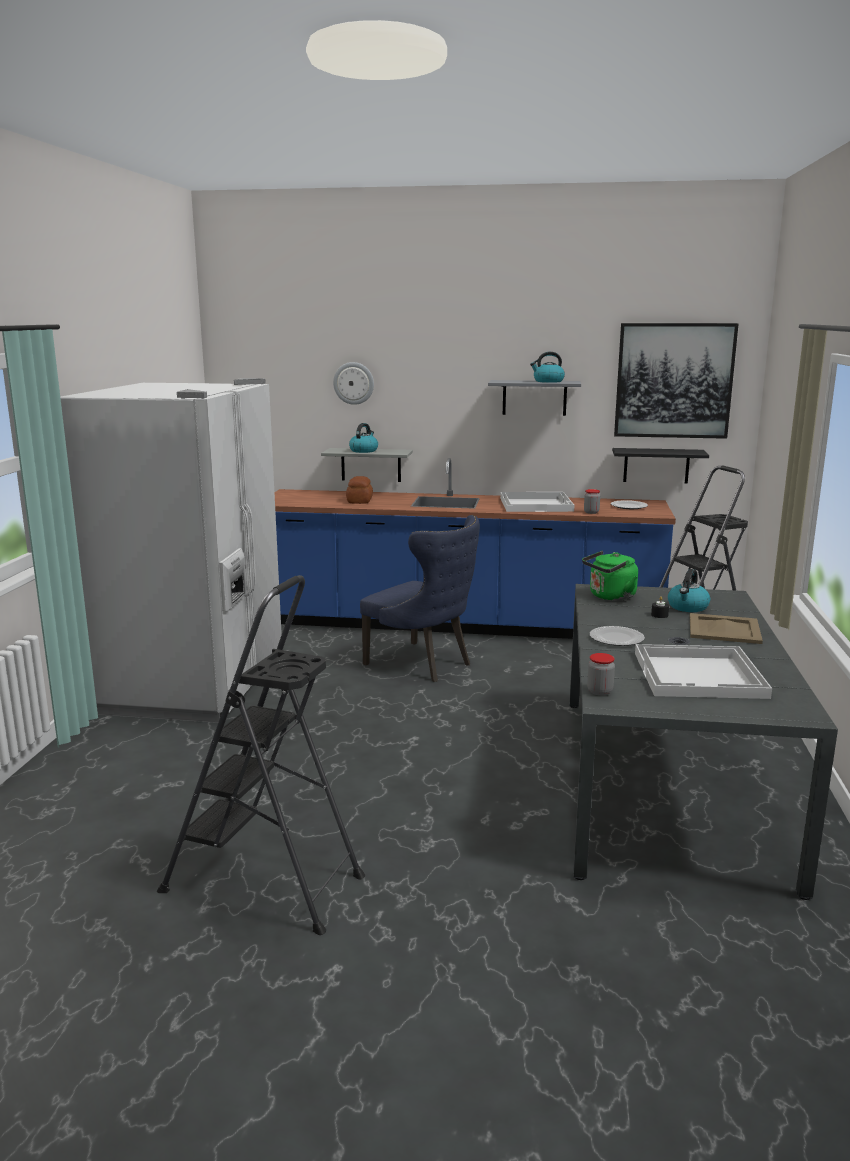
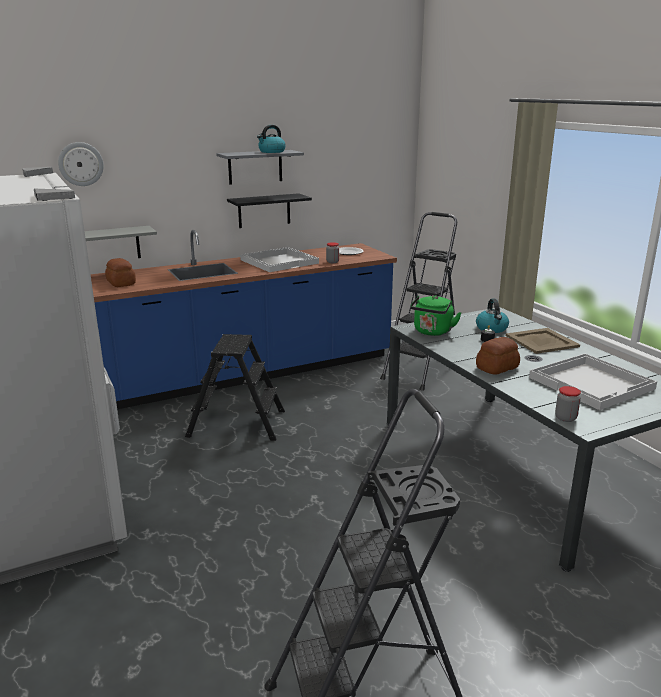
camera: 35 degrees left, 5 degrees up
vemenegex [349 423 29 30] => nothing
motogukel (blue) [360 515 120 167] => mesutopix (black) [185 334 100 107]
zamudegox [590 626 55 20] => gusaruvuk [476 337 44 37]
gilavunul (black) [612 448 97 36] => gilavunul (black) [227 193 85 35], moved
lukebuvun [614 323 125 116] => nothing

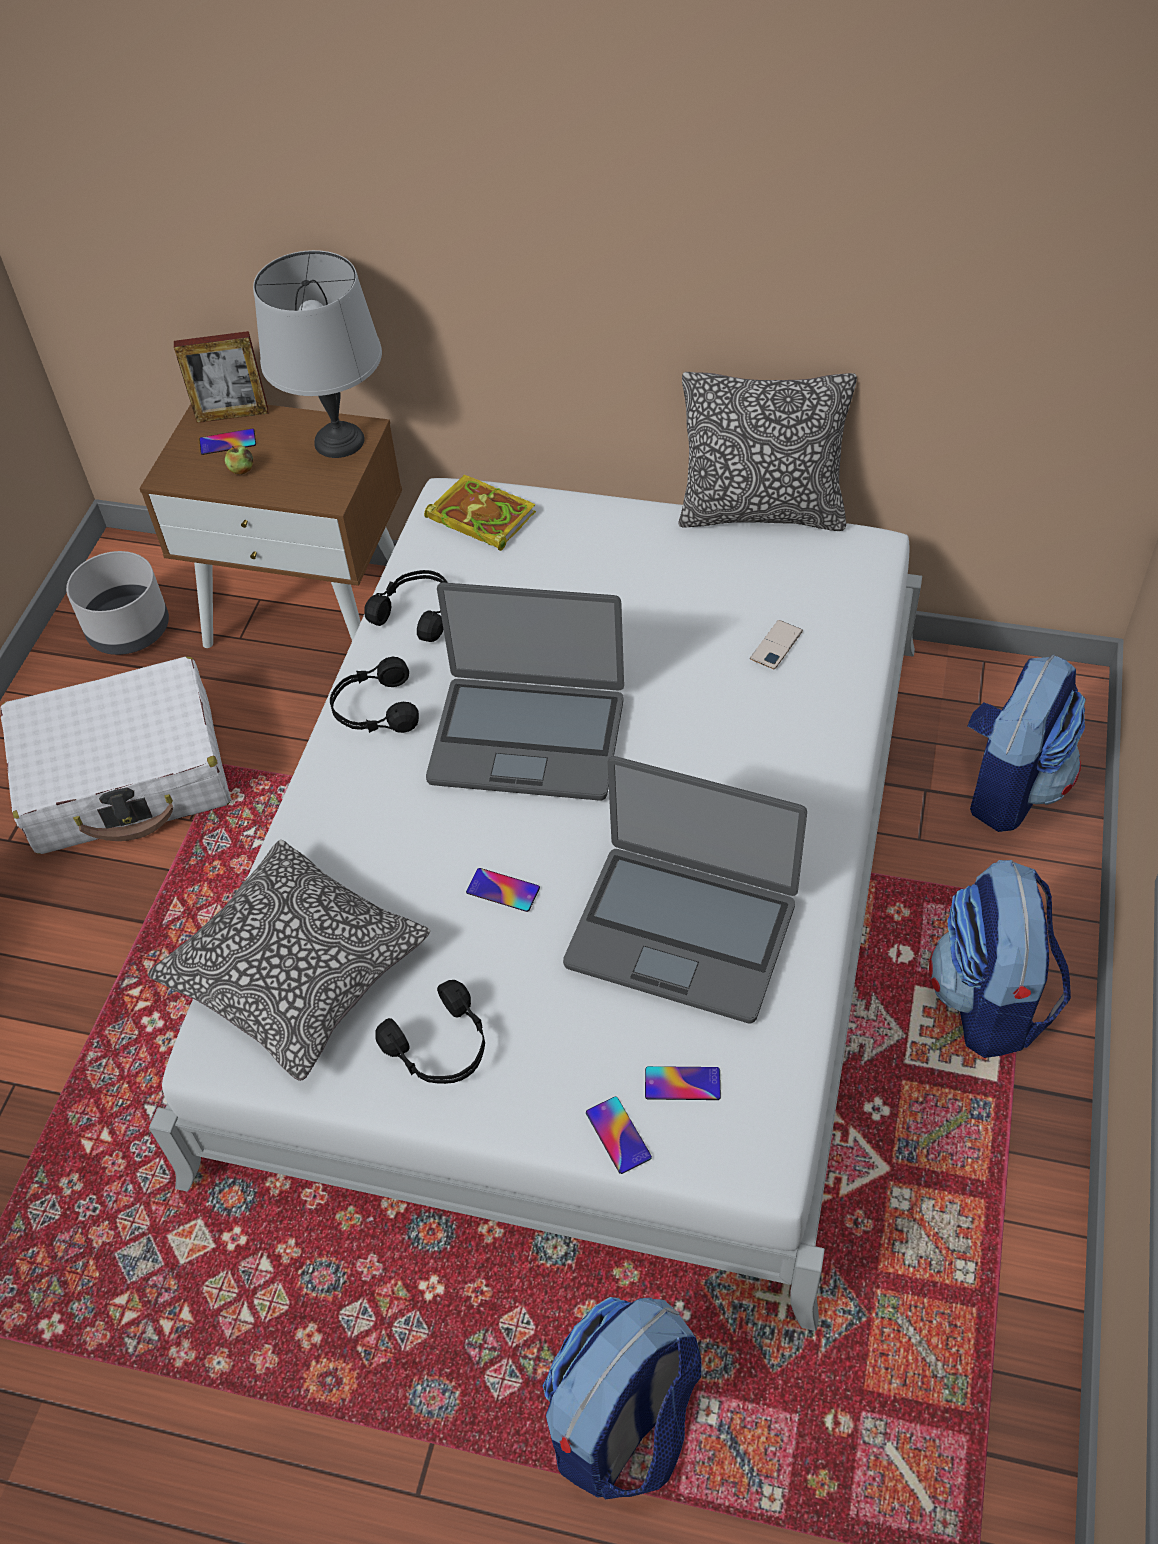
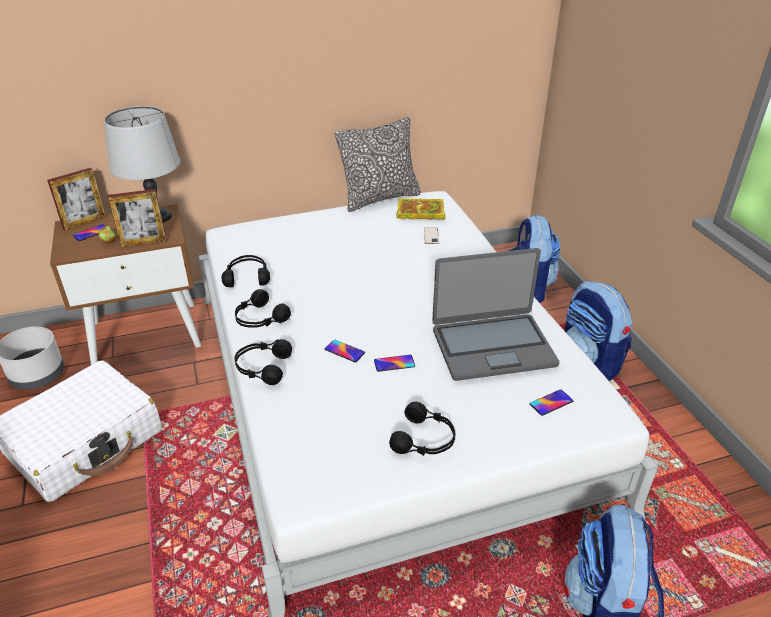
camera: 35 degrees left, 15 degrees down
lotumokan [148 840 282 241] => nothing
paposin [424 474 112 77] => paposin [397 198 48 22], moved
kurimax [426 582 198 219] => nothing
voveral [586 1097 66 77] => voveral [325 340 40 22], moved
nothing => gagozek [108 189 59 59]
nothing => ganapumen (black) [234 339 58 46]

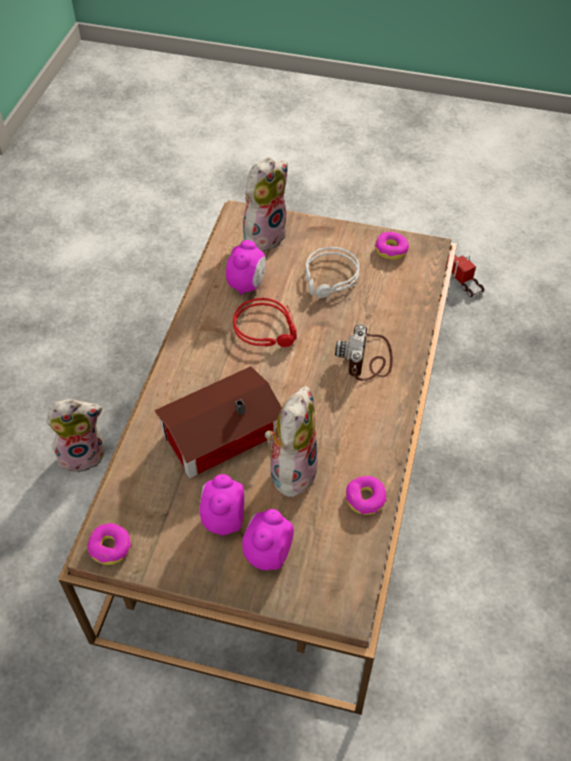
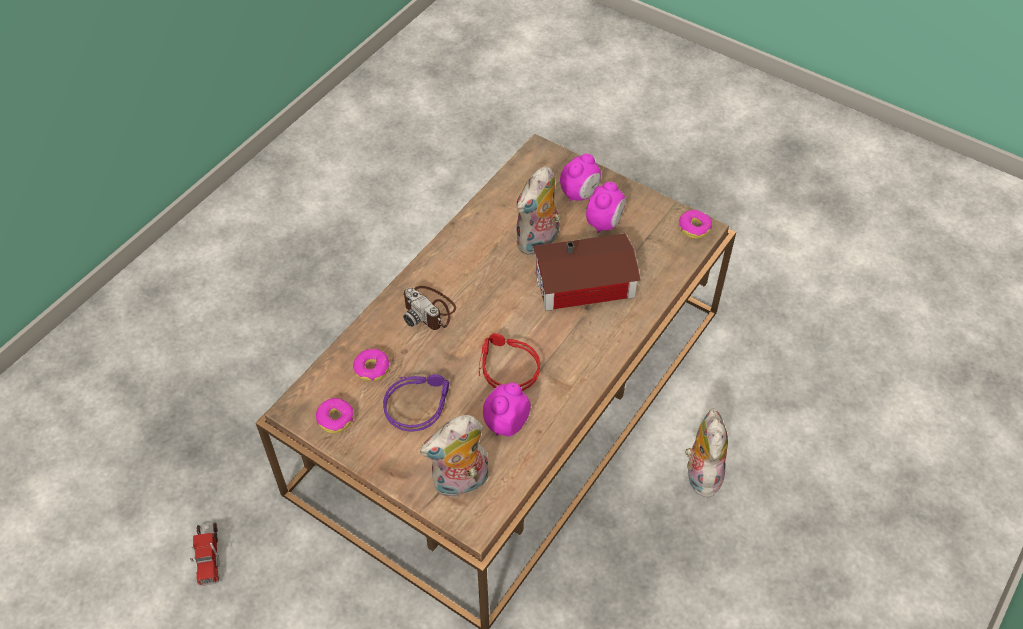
camera: 160 degrees left, 0 degrees up
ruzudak [46 399 59 75] => ruzudak [685 408 43 89], 90 degrees clockwise
ganapumen (grey) [304 247 55 51] => ganapumen (purple) [383 374 66 58]
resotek [335 324 58 57] => resotek [403 286 53 44], 105 degrees clockwise
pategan [346 476 41 39] => pategan [353 349 36 33], moved

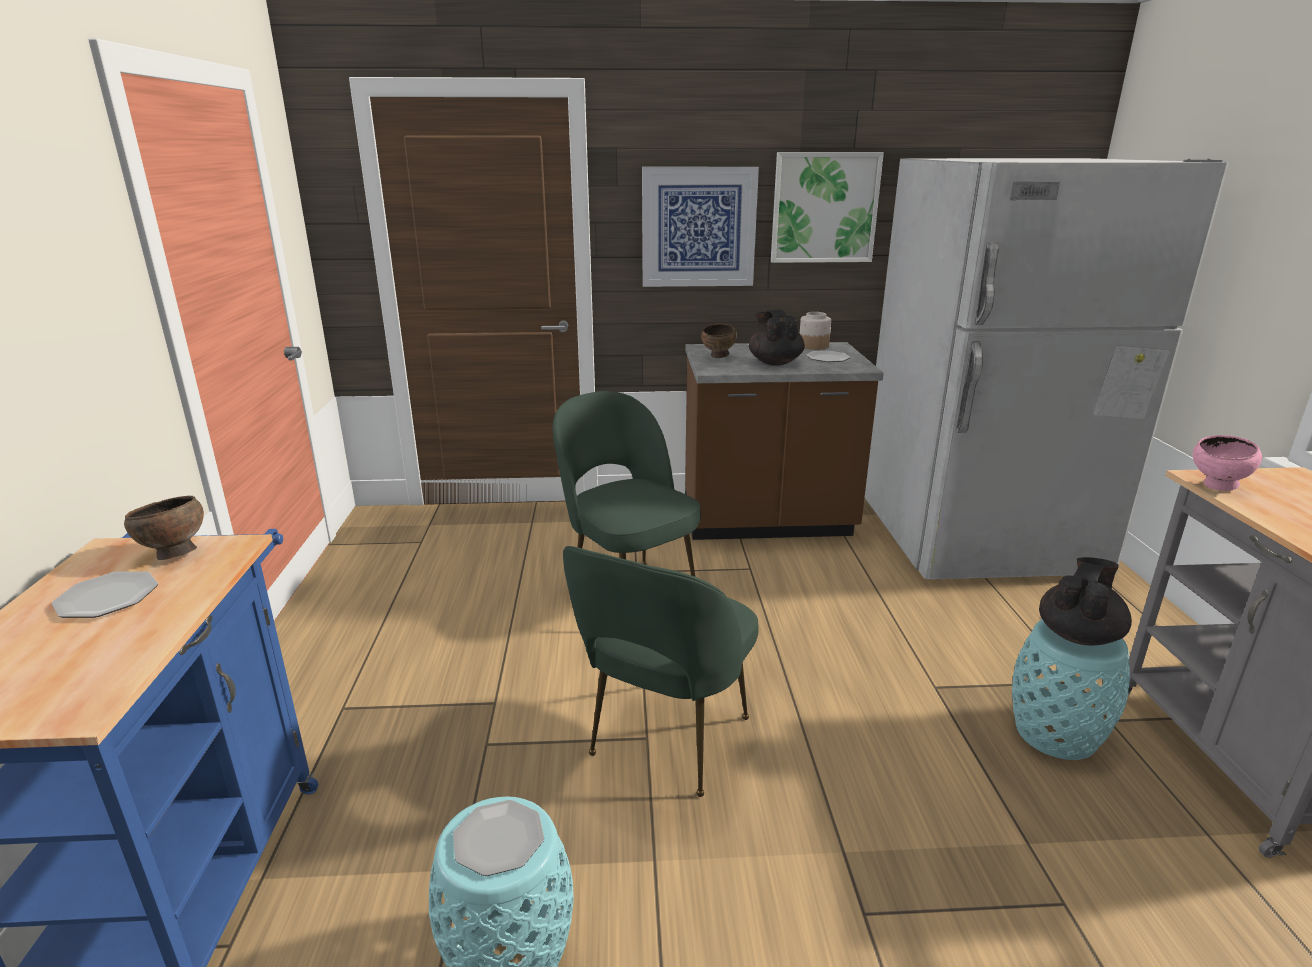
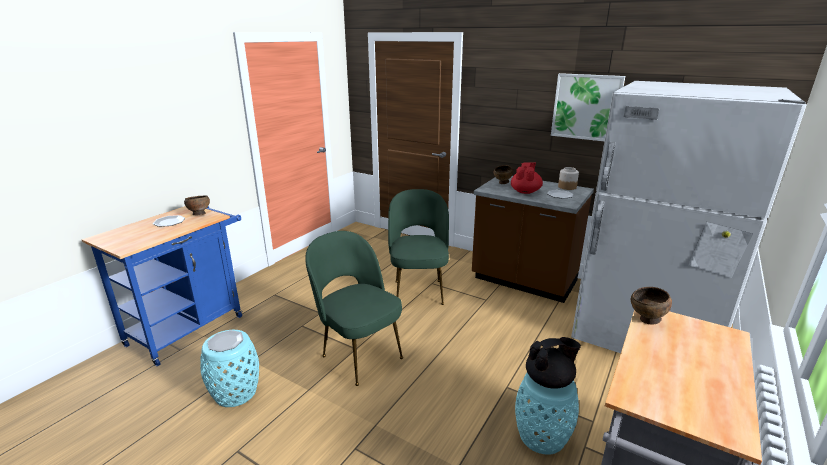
camera: 35 degrees right, 0 degrees up
motogukel (green) [563 546 196 251] => motogukel (green) [305 231 98 155], 75 degrees clockwise
lukebuvun [642 167 117 120] => nothing
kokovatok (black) [749 309 56 57] => kokovatok (red) [511 162 32 32]
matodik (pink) [1193 435 69 56] => matodik (brown) [631 287 41 37]

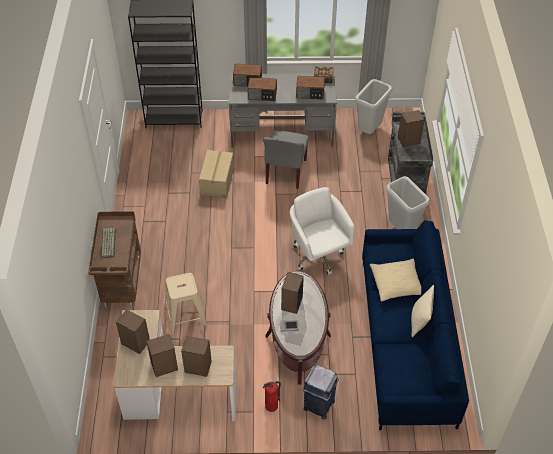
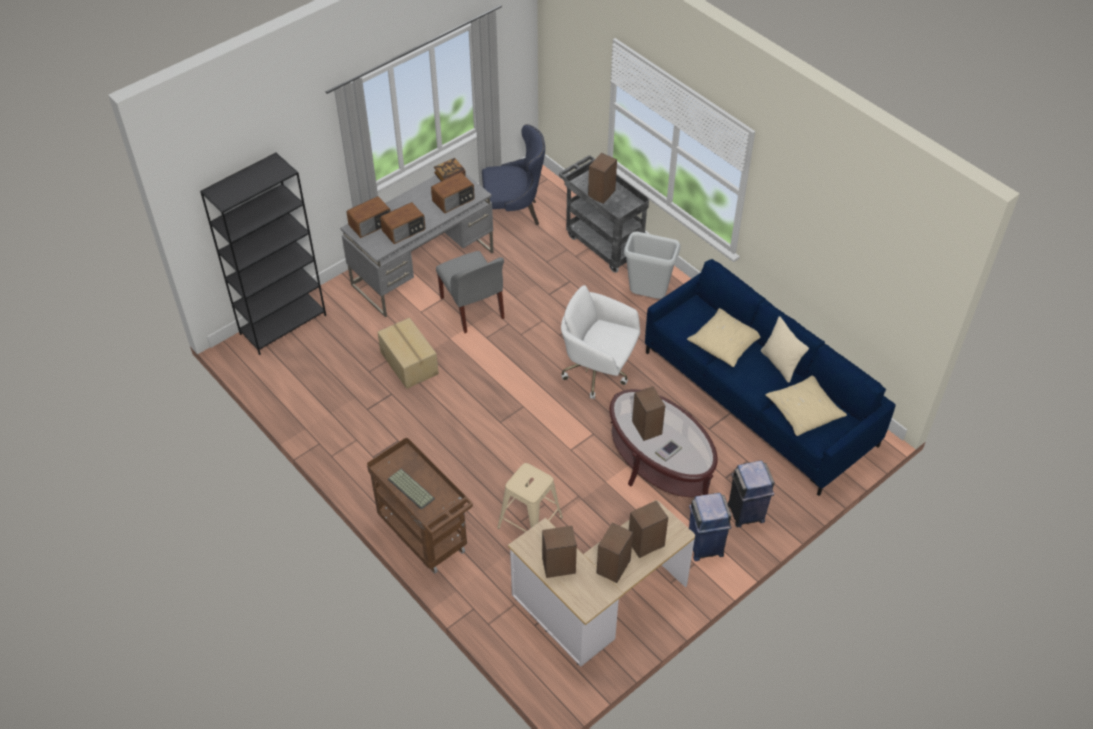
camera: 40 degrees left, 0 degrees up
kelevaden [263 381 18 31] => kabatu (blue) [689 493 42 68]
kabatu (grey) [355 79 37 55] => motogukel (blue) [482 124 63 101]
nothing => lotumokan (beige) [765 376 82 60]

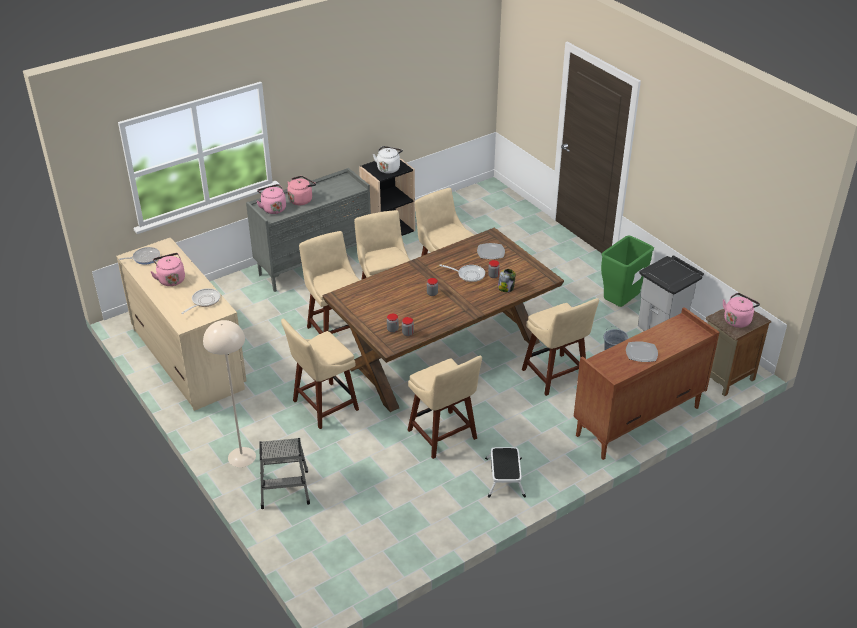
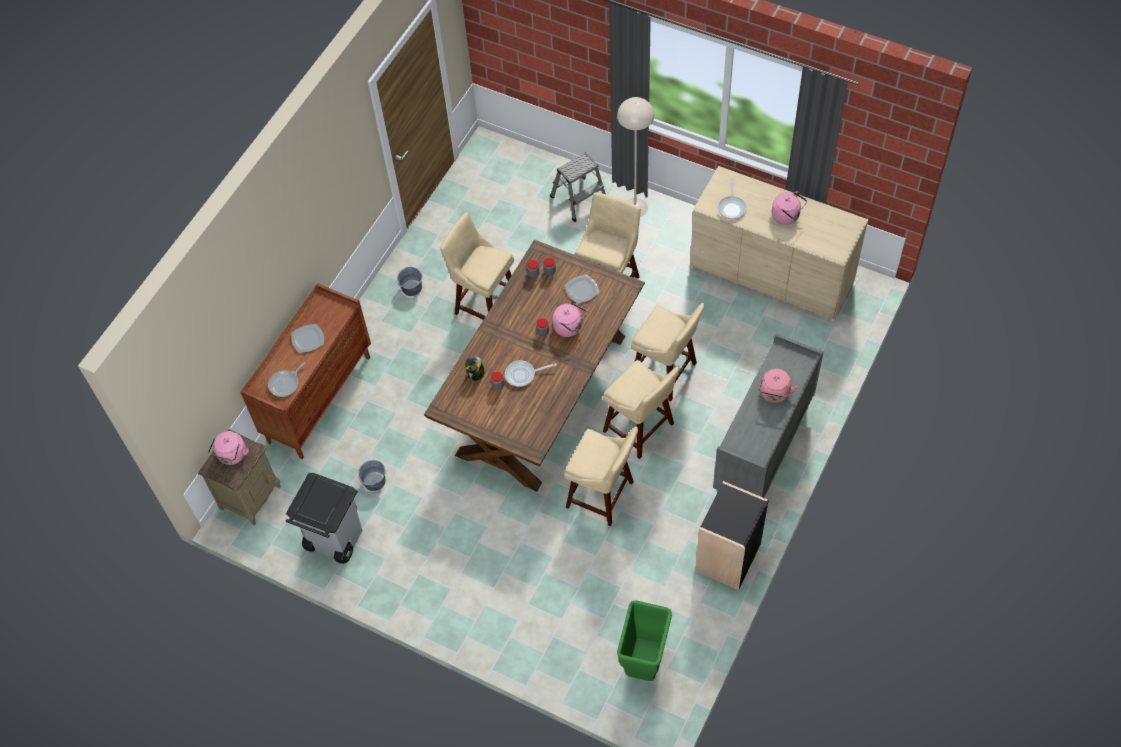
camera: 155 degrees right, 20 degrees up
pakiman [119 247 41 18] => pakiman [268 362 37 35], moved
vemenegex (pink) [257 184 29 30] => vemenegex (pink) [552 302 35 35], moved
vemenegex (white) [373 146 30 27] => nothing
zamudegox [477 243 28 16] => zamudegox [565 274 34 29], moved
mesutopix (black) [485 447 41 51] => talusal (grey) [397 267 25 29]
motogukel (beige) [522 298 77 98] => nothing
kabatu (green) [601 235 53 72] => kabatu (green) [617 600 55 81], moved

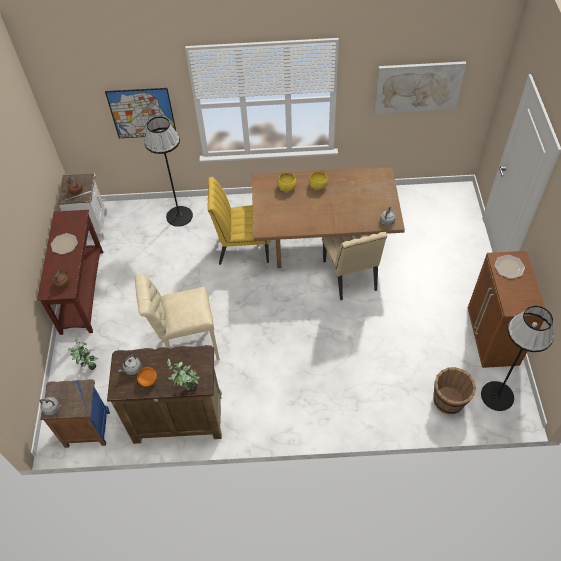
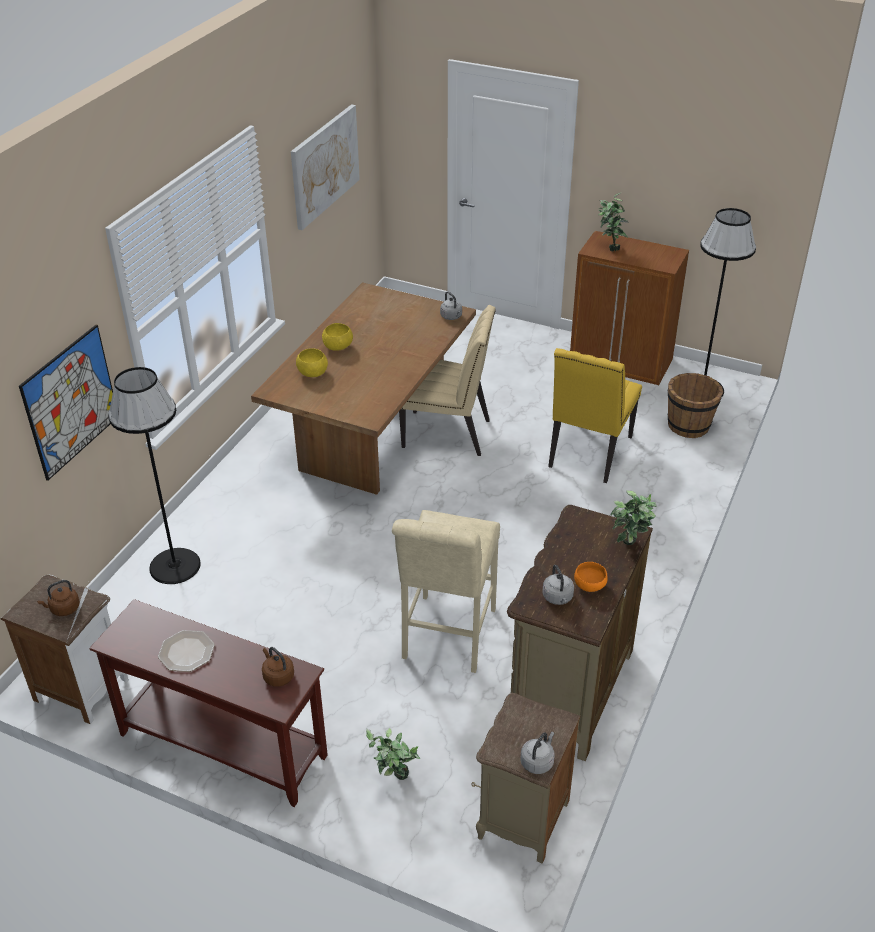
camera: 65 degrees left, 15 degrees down
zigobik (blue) [40 379 70 69] => zigobik (beige) [472 693 109 171]
motogukel (yellow) [208 177 63 88] => motogukel (yellow) [548 348 94 135], moved
zamudegox [494 255 31 24] => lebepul [598 192 31 59]

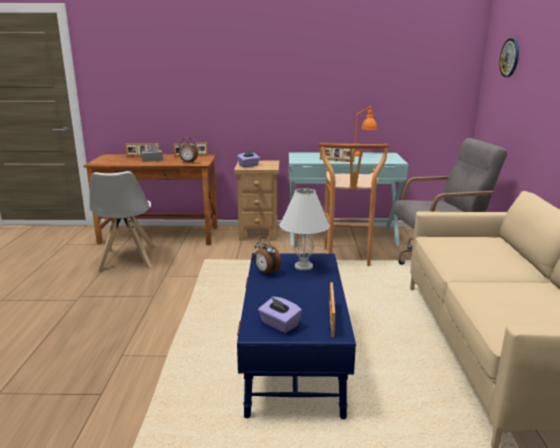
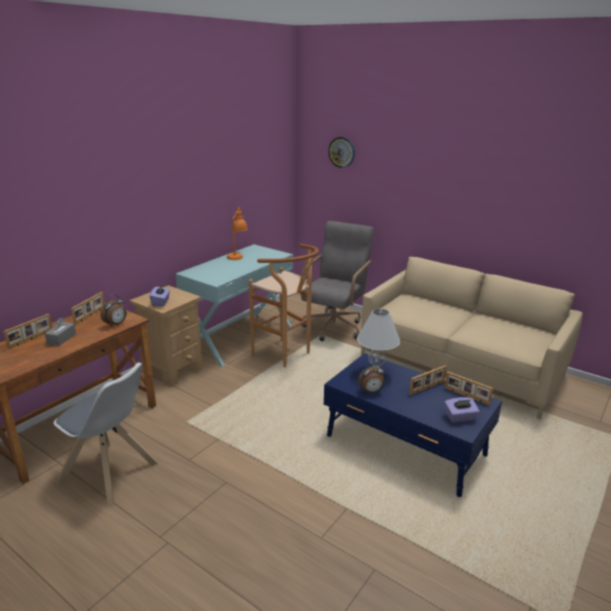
camera: 55 degrees left, 5 degrees up
gagozek [320 147 35 15] => gagozek [409 366 38 29], moved

